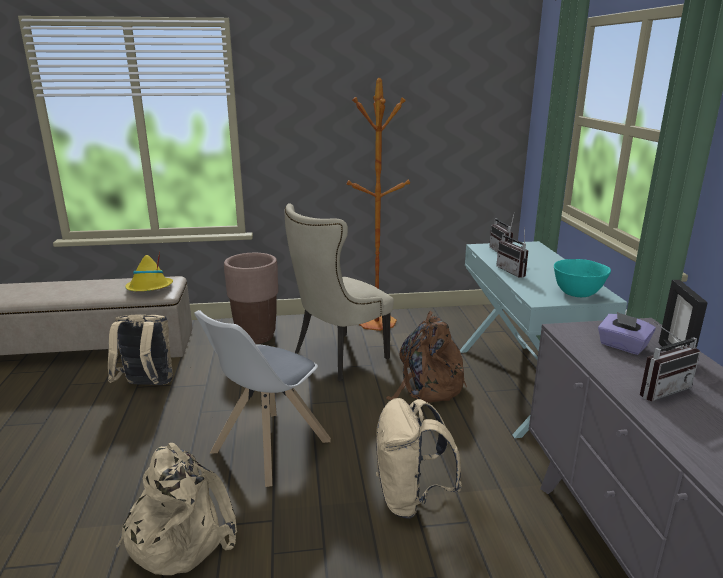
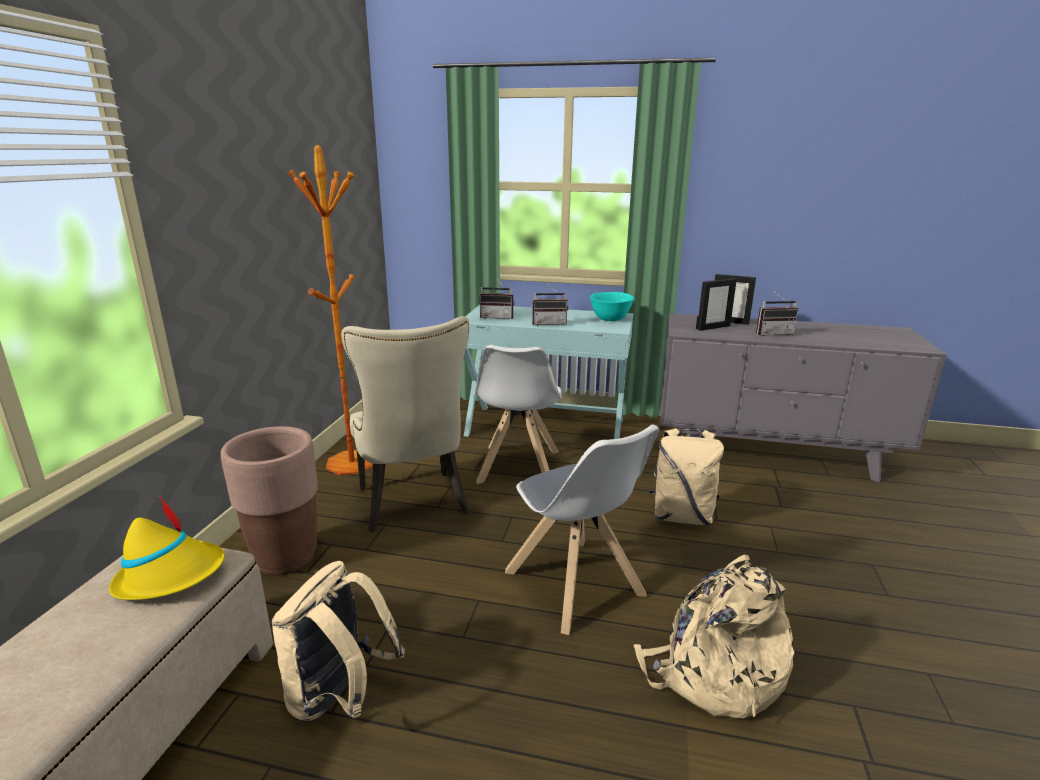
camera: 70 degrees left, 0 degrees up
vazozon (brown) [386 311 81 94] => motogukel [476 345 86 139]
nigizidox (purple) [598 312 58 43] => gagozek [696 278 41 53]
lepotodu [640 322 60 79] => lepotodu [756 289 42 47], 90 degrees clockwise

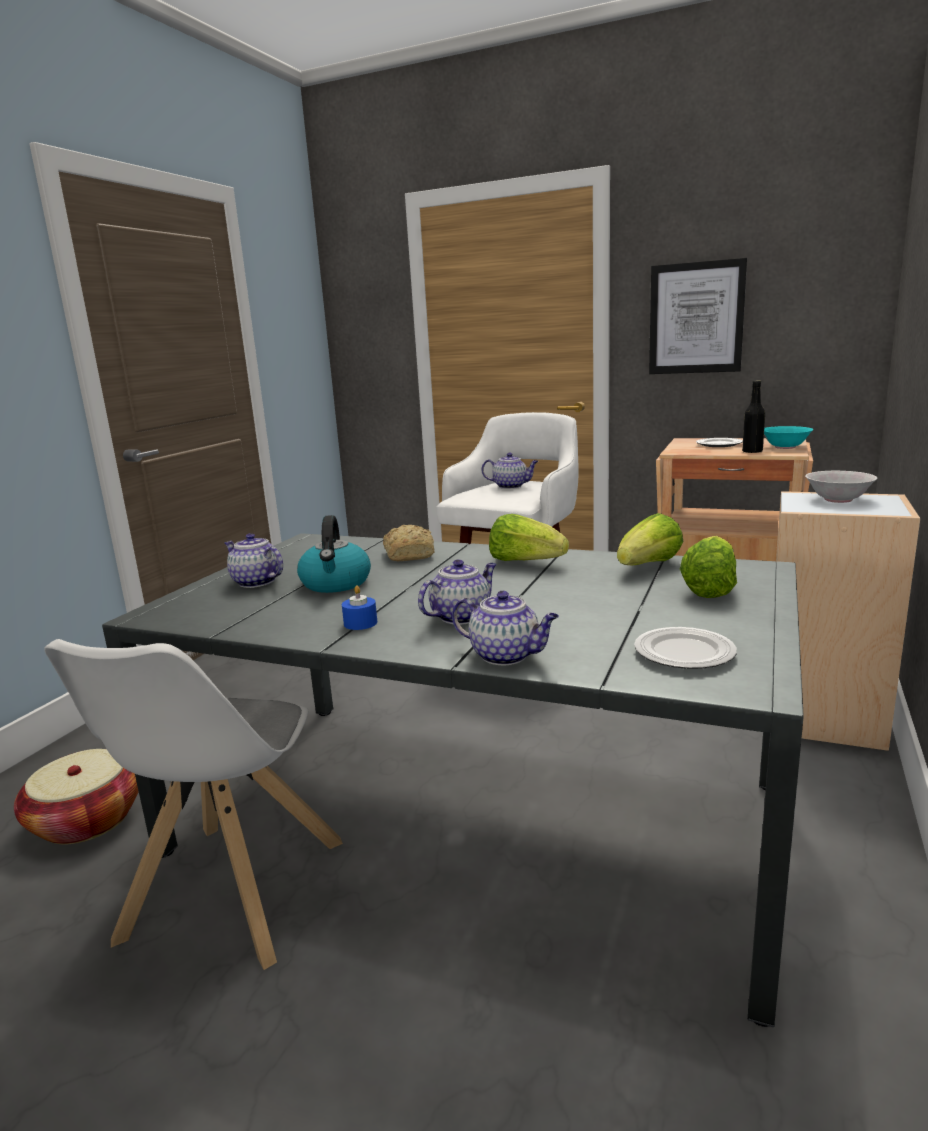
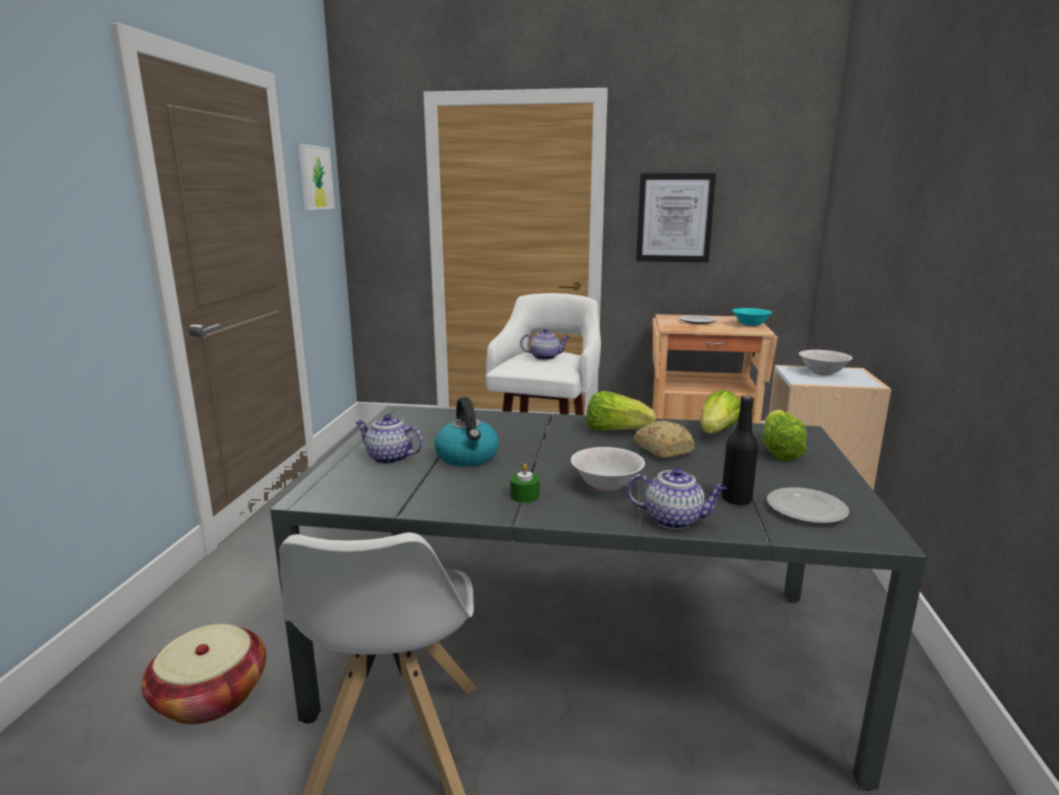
camera: 15 degrees left, 0 degrees up
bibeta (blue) [342 586 35 44] => bibeta (green) [510 464 30 39]
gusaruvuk [383 525 51 36] => gusaruvuk [634 421 61 37], moved
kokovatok [418 559 79 66] => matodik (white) [571 447 74 44]
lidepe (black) [742 381 23 72] => lidepe (black) [721 396 37 109], moved
nothing => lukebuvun [298 144 37 66]

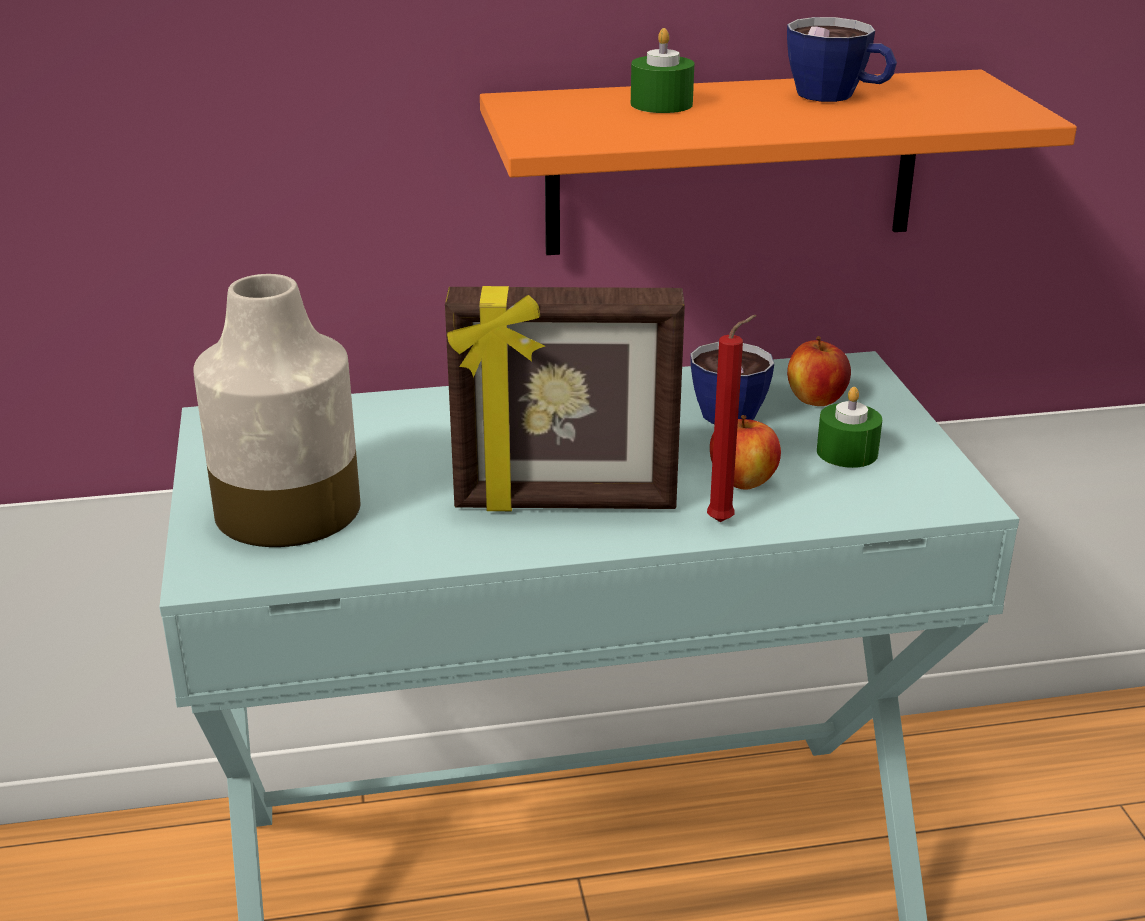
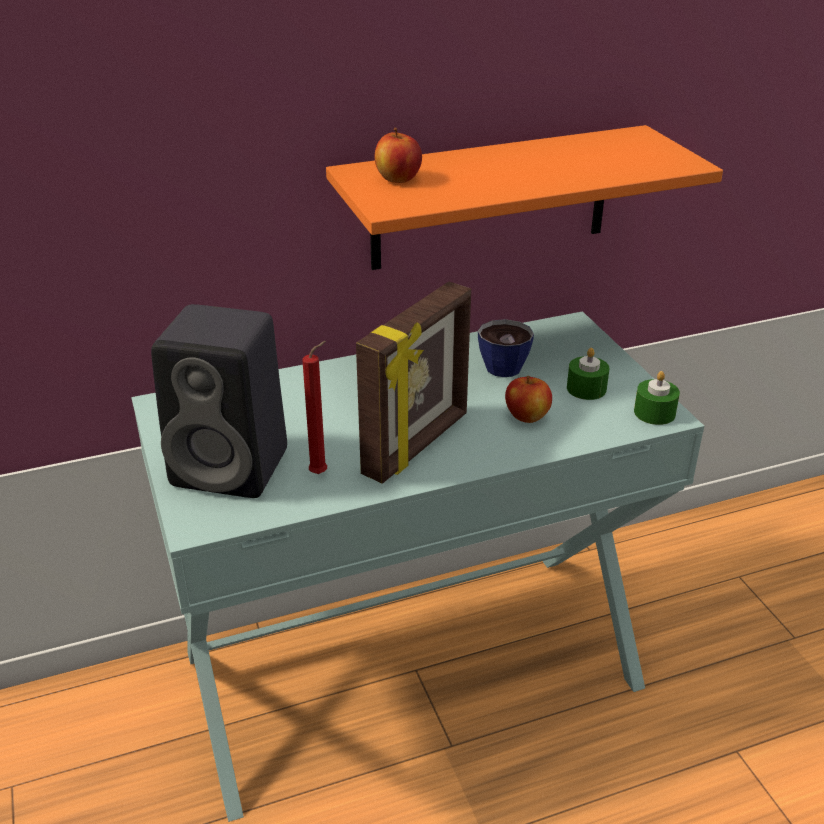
camera: 10 degrees left, 5 degrees up
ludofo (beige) [193 274 167 273] => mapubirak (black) [151 304 136 194]
gagozek [445 286 240 225] => gagozek [356 282 115 202], 45 degrees counterclockwise
bibeta (green) [631 28 63 85] => bibeta (green) [634 371 46 54], moved
bibeta (red) [707 315 50 207] => bibeta (red) [302 341 25 133], moved
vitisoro [787 17 110 85] => nothing
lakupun [787 336 64 70] => lakupun [375 128 47 55], moved

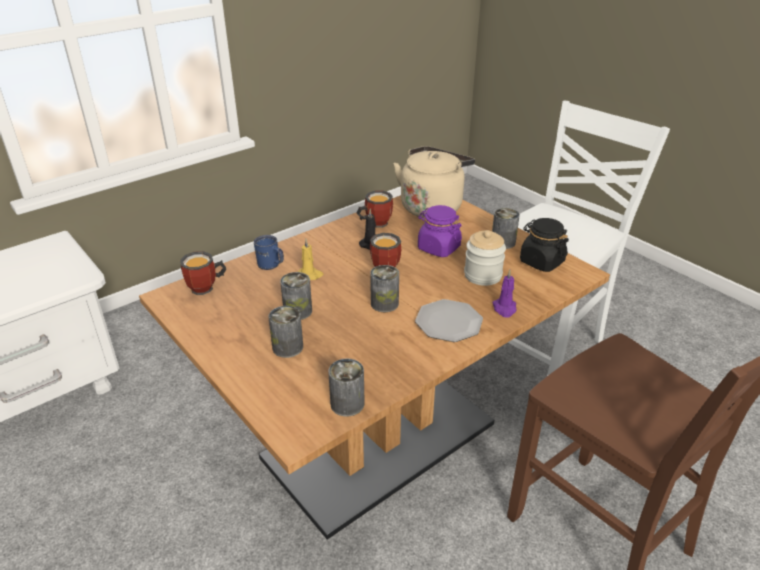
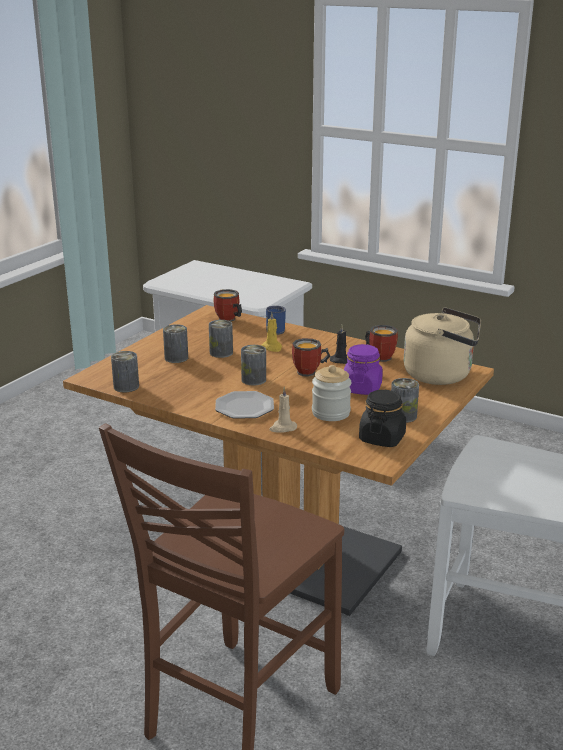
camera: 70 degrees right, 10 degrees down
bibeta (purple) [492 270 25 48] => bibeta (beige) [269 387 28 46]

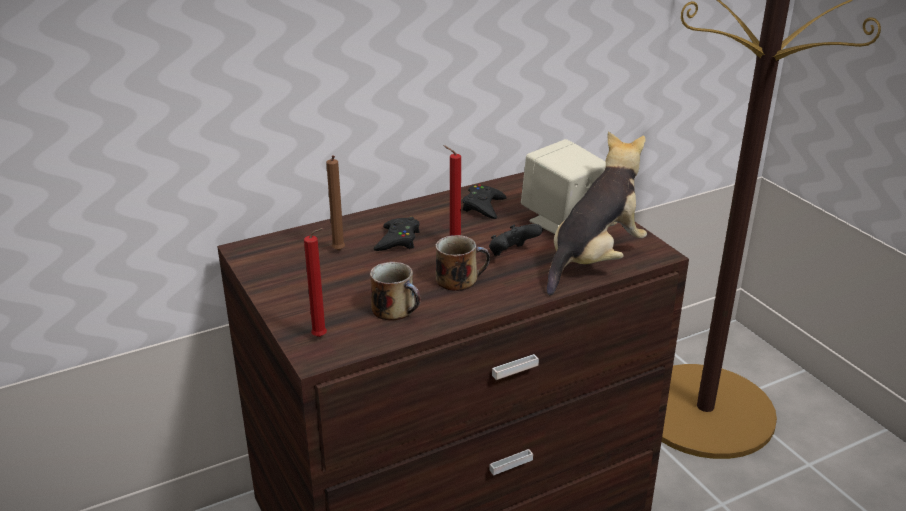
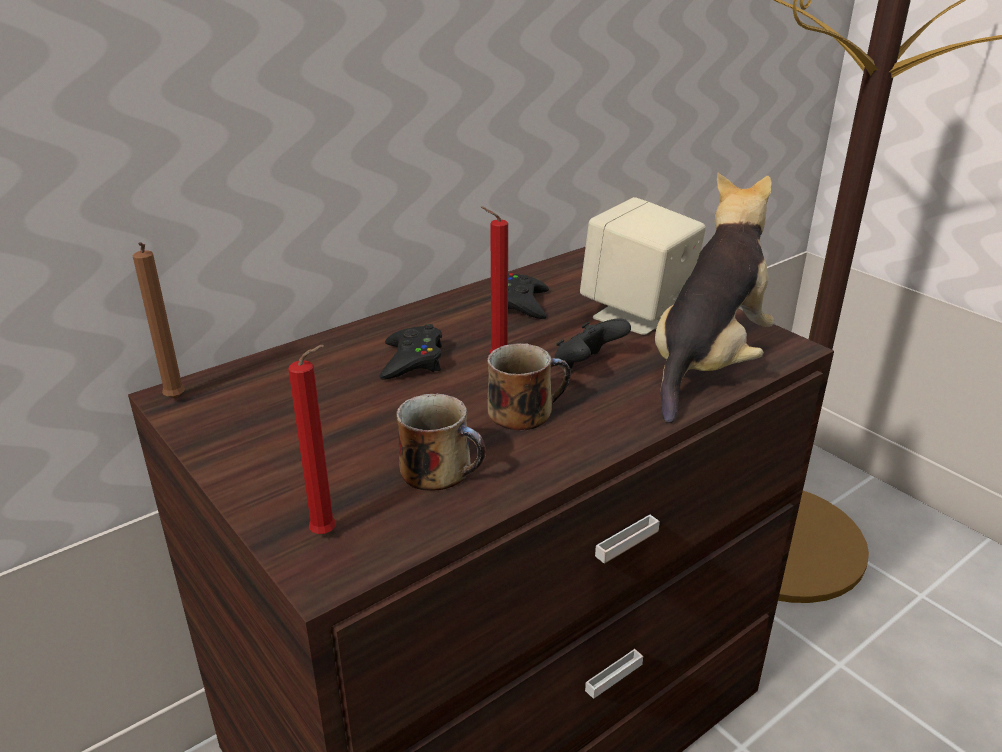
camera: 10 degrees left, 0 degrees up
bibeta (brown) [326 155 19 96] => bibeta (brown) [133 242 52 157], moved

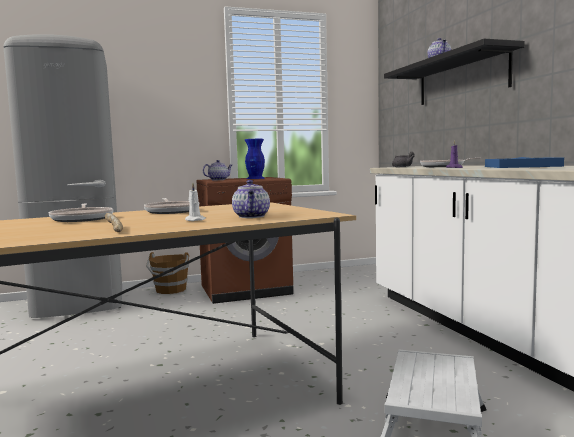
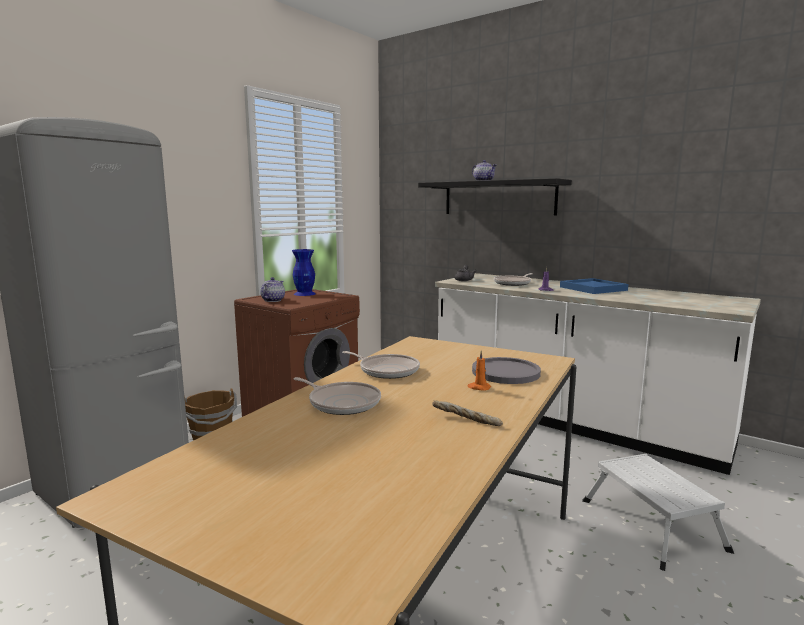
camera: 35 degrees left, 5 degrees up
bibeta (white) [185 183 21 38] => bibeta (orange) [468 351 23 39]
kokovatok [232 180 38 38] => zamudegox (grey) [472 357 69 27]

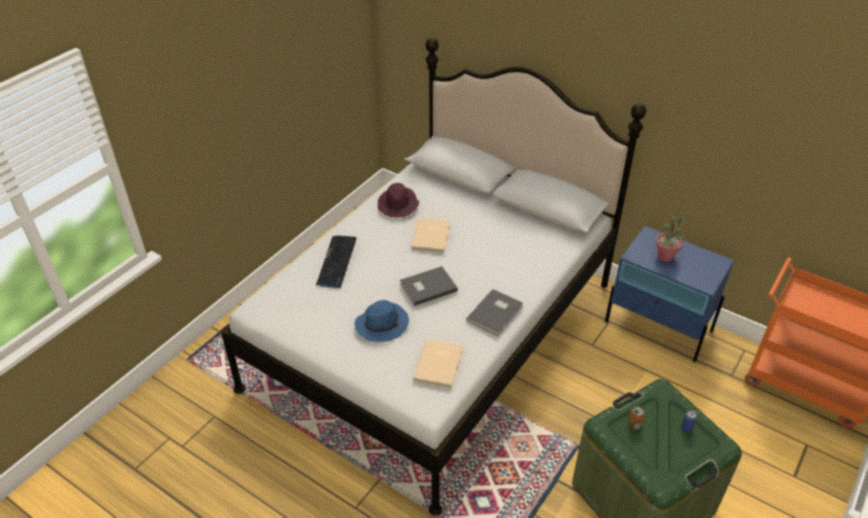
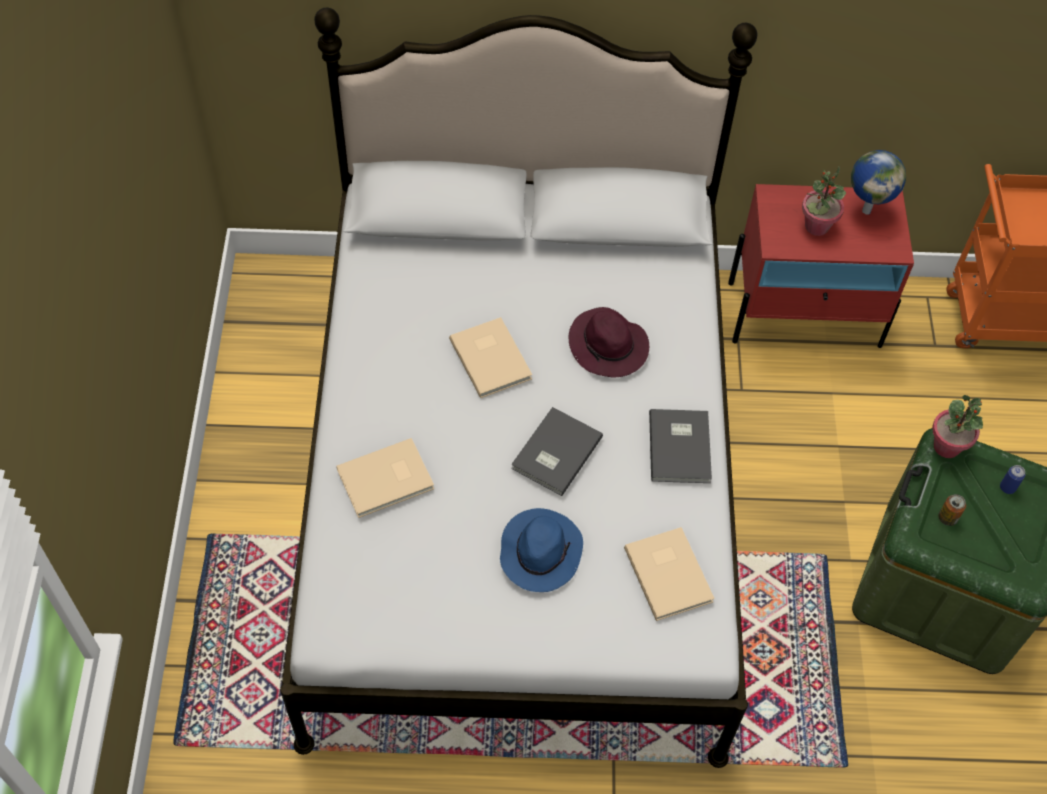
camera: 35 degrees left, 15 degrees up
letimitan [316 235 40 53] => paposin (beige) [336 438 98 80]
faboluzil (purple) [378 183 41 34] => faboluzil (purple) [569 307 80 71], moved
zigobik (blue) [605 226 129 136] => zigobik (red) [728 184 186 164]
nothing => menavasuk [851 150 55 65]
nothing => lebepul [932 395 51 63]

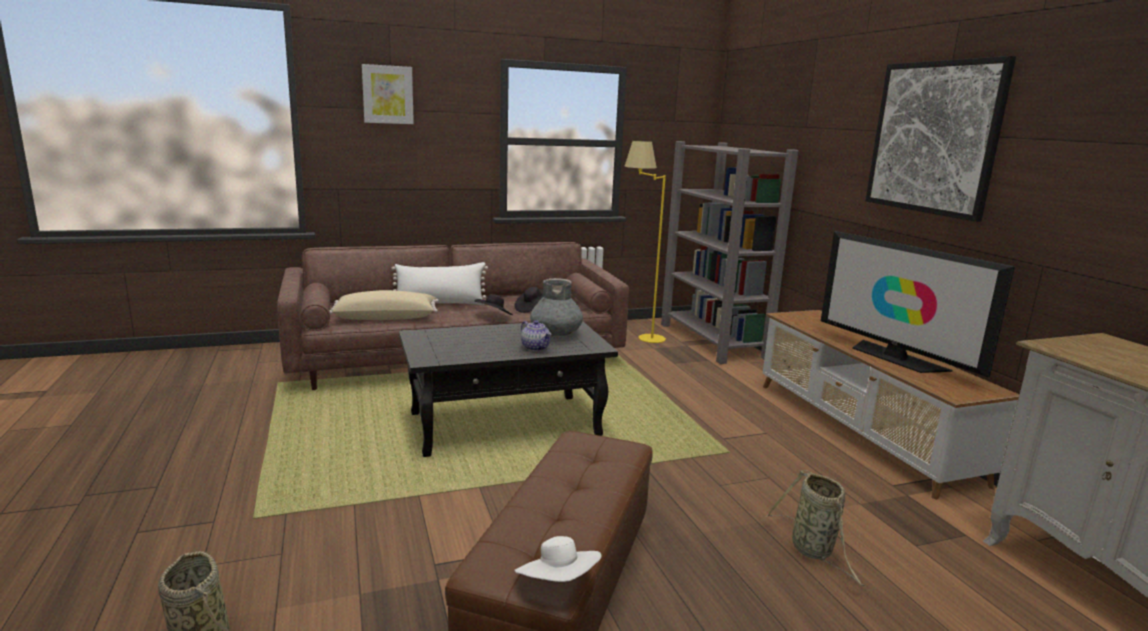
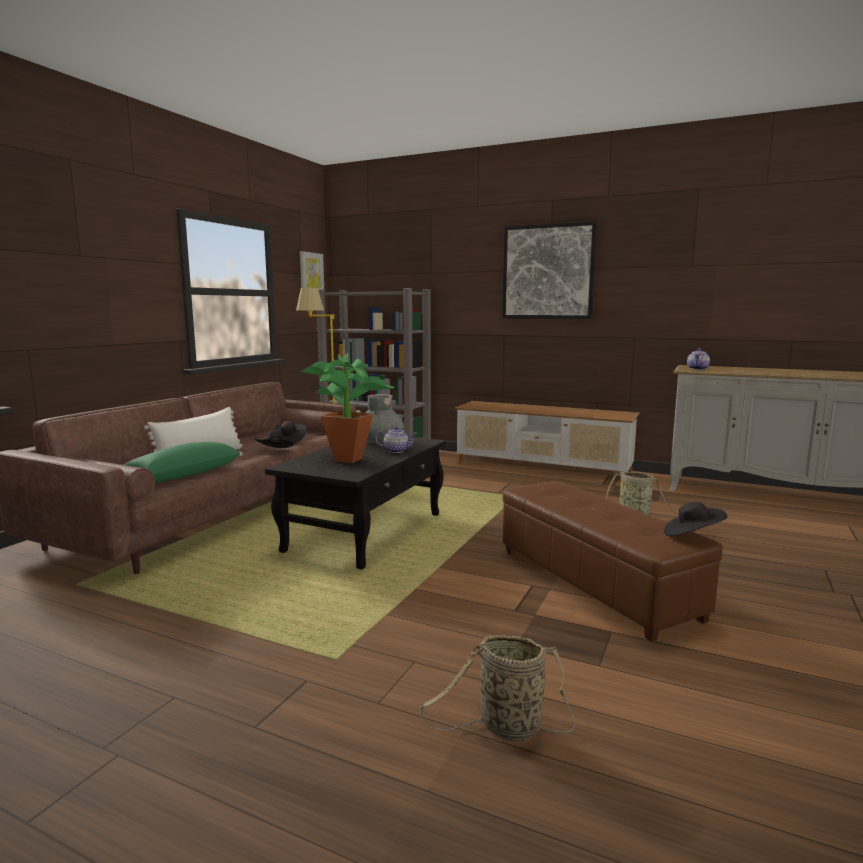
camera: 45 degrees left, 5 degrees down
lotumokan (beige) [330 290 109 30] => lotumokan (green) [123 442 119 41]
lukebuvun [362 64 52 60] => lukebuvun [300 251 24 39], moved
faboluzil (white) [514 536 88 46] => faboluzil (black) [664 502 63 34]
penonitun [821 231 194 146] => nothing
nothing => lebepul [298 352 97 111]
nothing => kokovatok [687 348 23 22]

